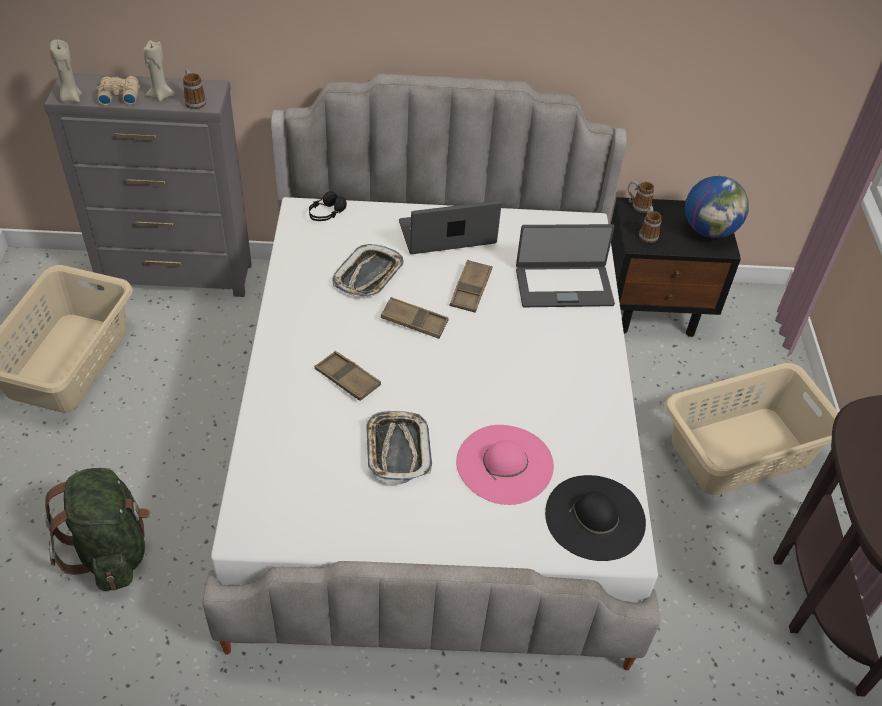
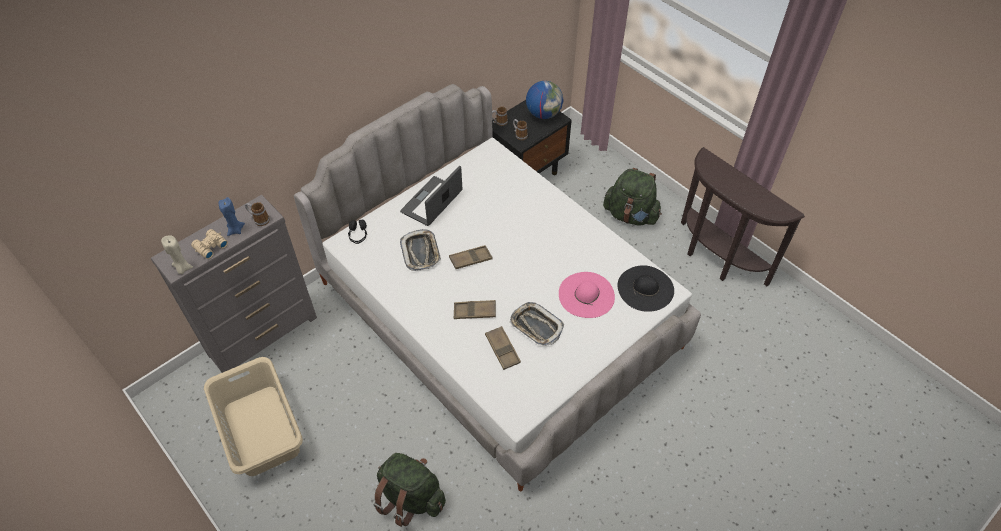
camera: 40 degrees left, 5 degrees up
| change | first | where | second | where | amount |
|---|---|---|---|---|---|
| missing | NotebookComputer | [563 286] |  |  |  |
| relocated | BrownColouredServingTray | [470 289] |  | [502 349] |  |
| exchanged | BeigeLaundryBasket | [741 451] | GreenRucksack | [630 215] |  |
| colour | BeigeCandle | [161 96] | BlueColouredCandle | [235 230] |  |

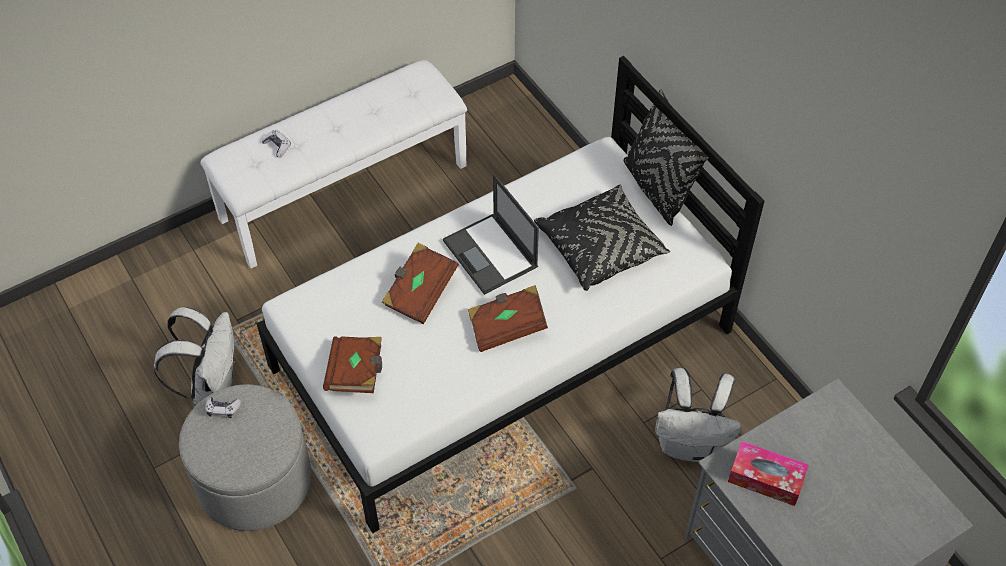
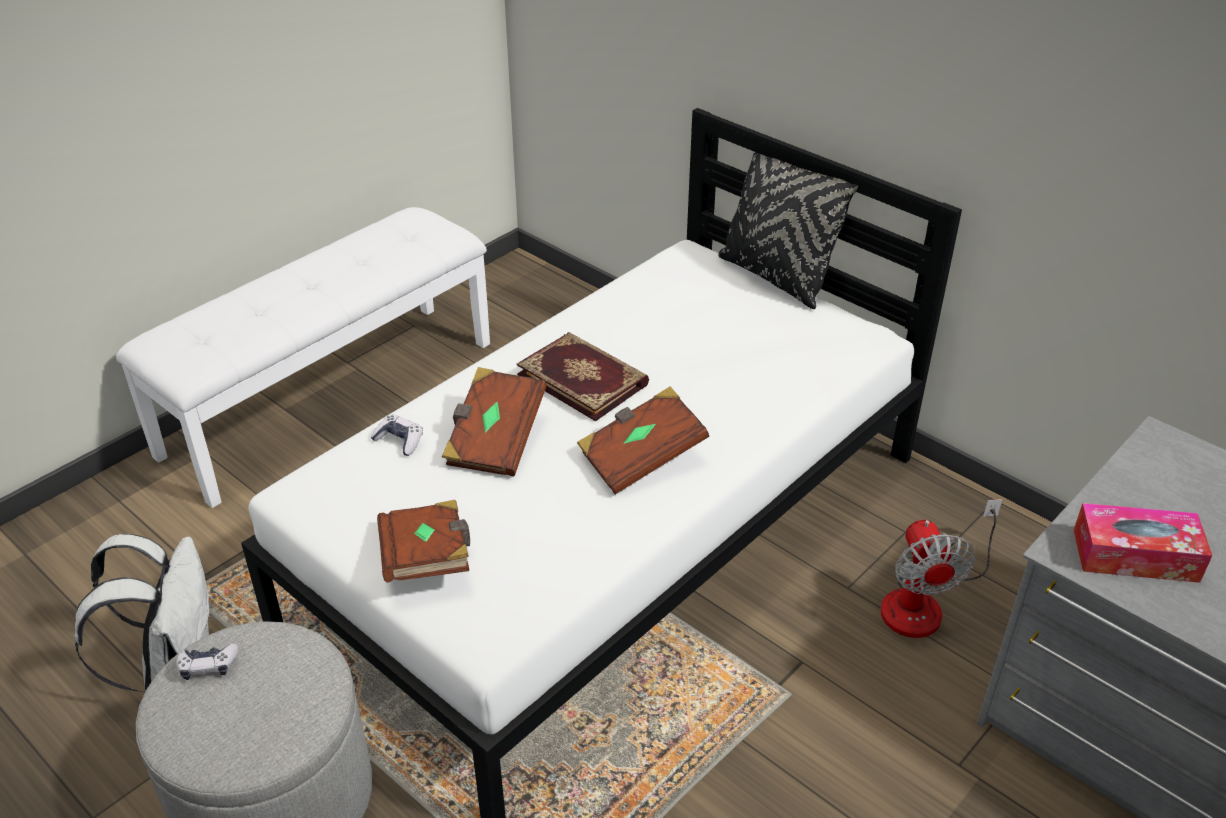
camera: 15 degrees left, 15 degrees down
| change | first | where | second | where | amount |
|---|---|---|---|---|---|
| missing | BlackCushion | [600 247] |  |  |  |
| relocated | GameController | [277 146] |  | [399 441] |  |
| exchanged | NotebookComputer | [491 254] | BoundBook | [584 378] |  |
| exchanged | WhiteColouredRucksack | [690 444] | CoolingFan | [924 602] |  |

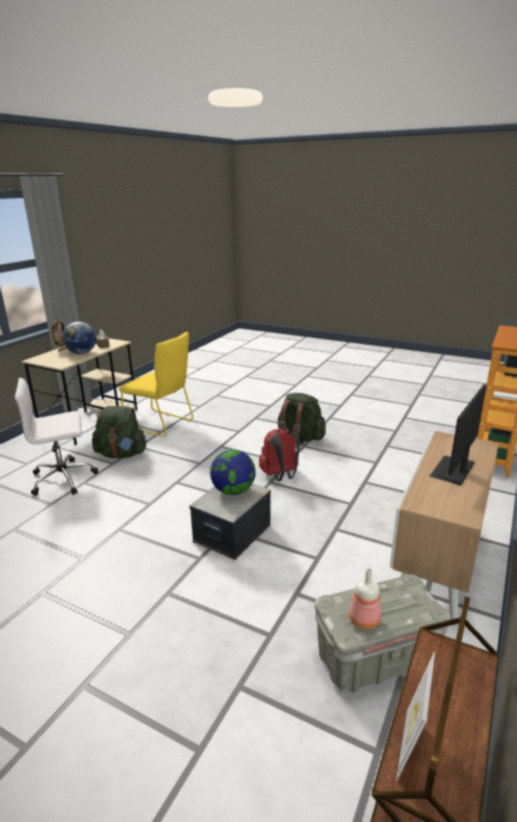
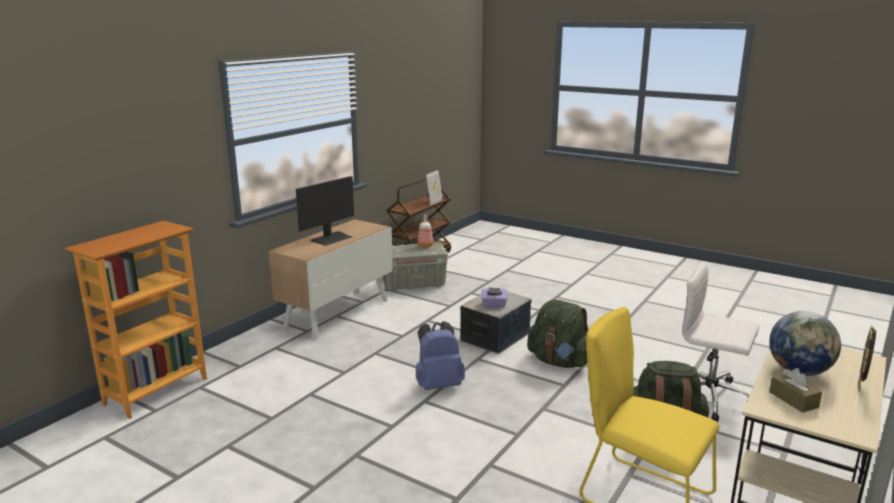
camera: 175 degrees left, 5 degrees down
| change | first | where | second | where | amount |
|---|---|---|---|---|---|
| relocated | GreenRucksack | [300 438] |  | [559 362] |  |
| exchanged | WorldGlobe | [233 491] | PurpleColouredBoxOfTissues | [494 305] |  |
| colour | ReddishRucksack | [280 476] | BlueColouredRucksack | [438 385] |  |
| spun | WhiteColouredDeskChair | [64 478] |  | [710 398] | 135 degrees counterclockwise |

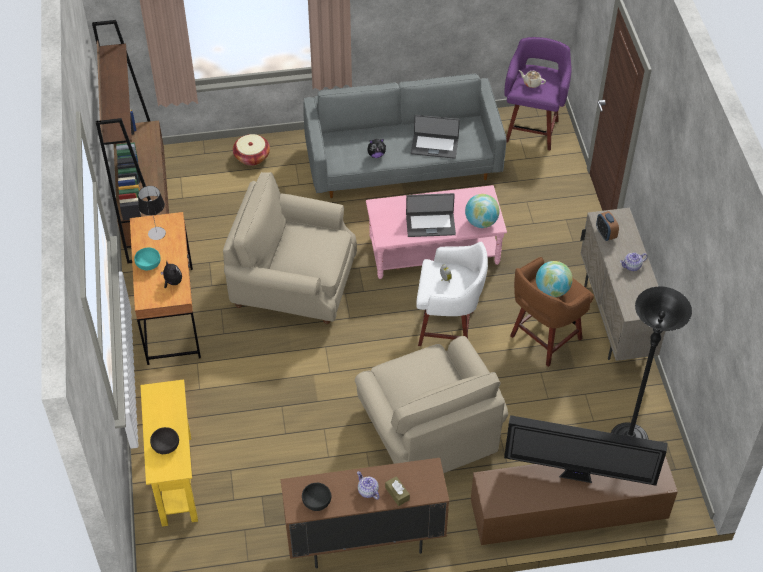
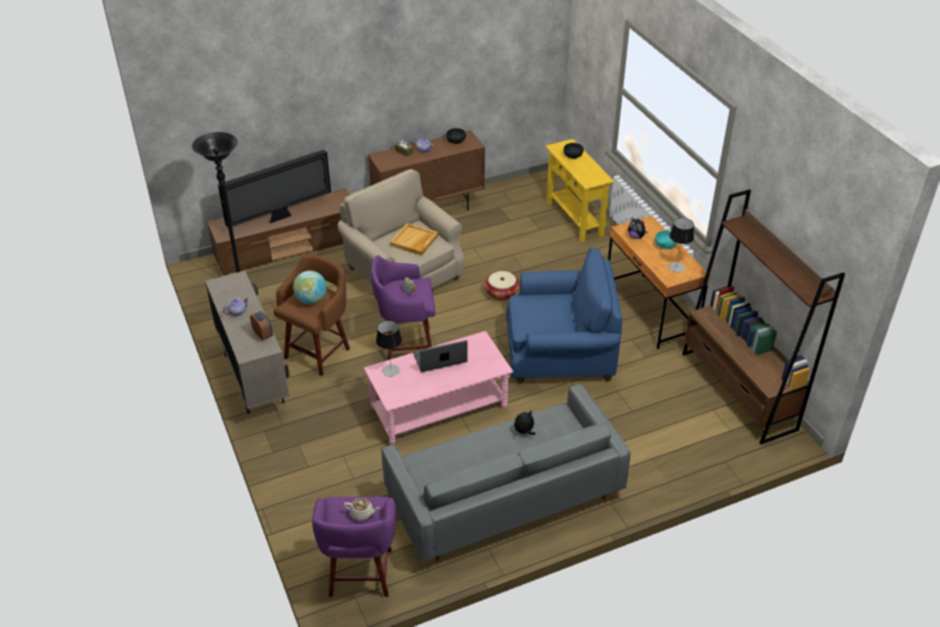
camera: 165 degrees right, 10 degrees down
| change | first | where | second | where | amount |
|---|---|---|---|---|---|
| missing | NotebookComputer | [434 146] |  |  |  |
| appeared |  |  | BeigeServingTray | [414 241] |  |
| relocated | StorageBasket | [252 157] |  | [501 293] |  |
| exchanged | WorldGlobe | [481 222] | TableLamp | [391 370] |  |
| colour | BeigeArmchair | [293 283] | BlueColouredArmchair | [560 354] |  |
| colour | WhiteColouredSittingStool | [448 328] | PurpleColouredSittingStool | [406 344] |  |
| spun | Television | [578 476] |  | [280 217] | 150 degrees clockwise |

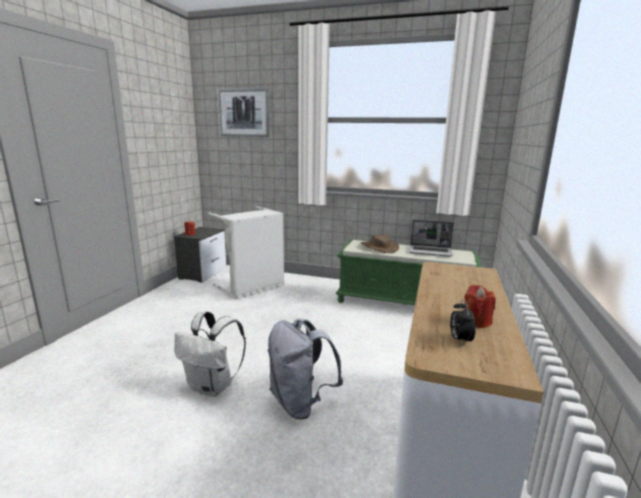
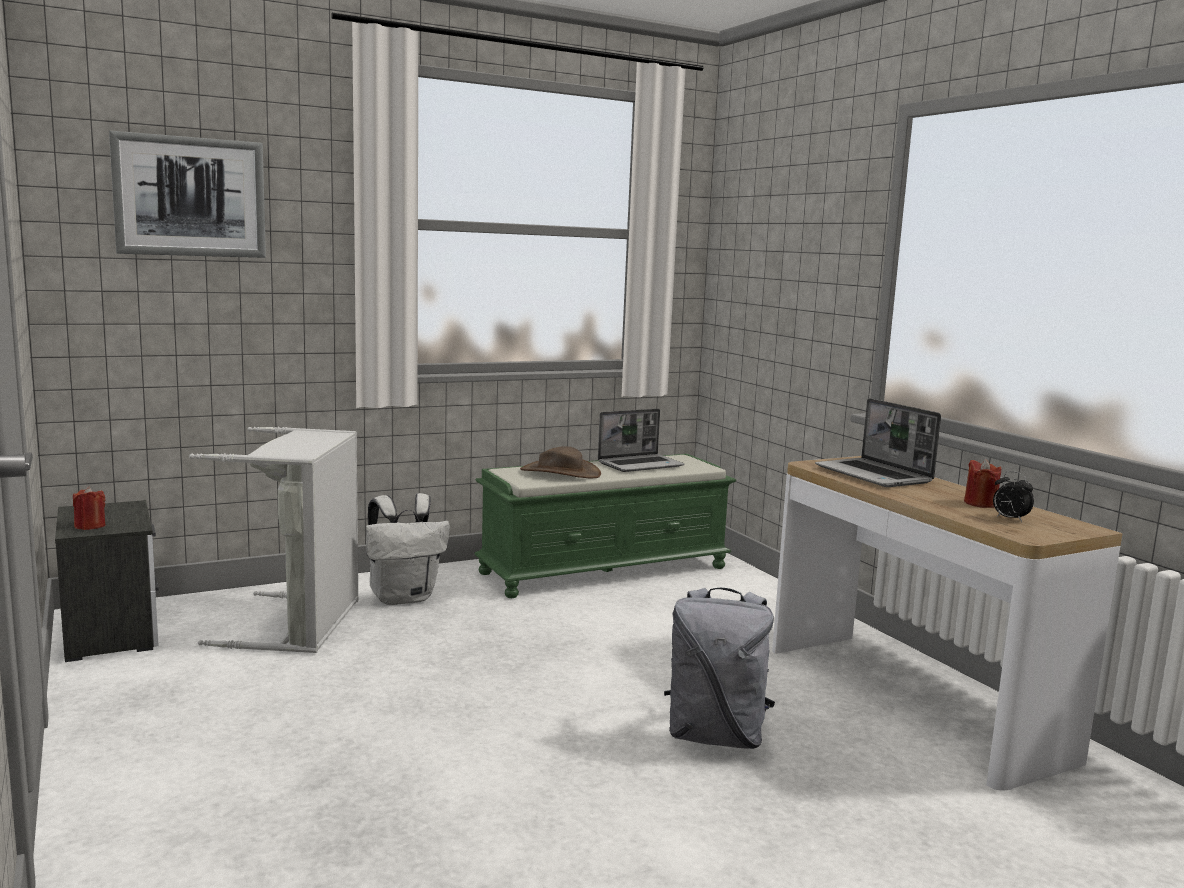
camera: 45 degrees left, 5 degrees down
| change | first | where | second | where | amount |
|---|---|---|---|---|---|
| appeared |  |  | NotebookComputer | [874 475] |  |
| relocated | WhiteColouredRucksack | [212 386] |  | [404 597] |  |

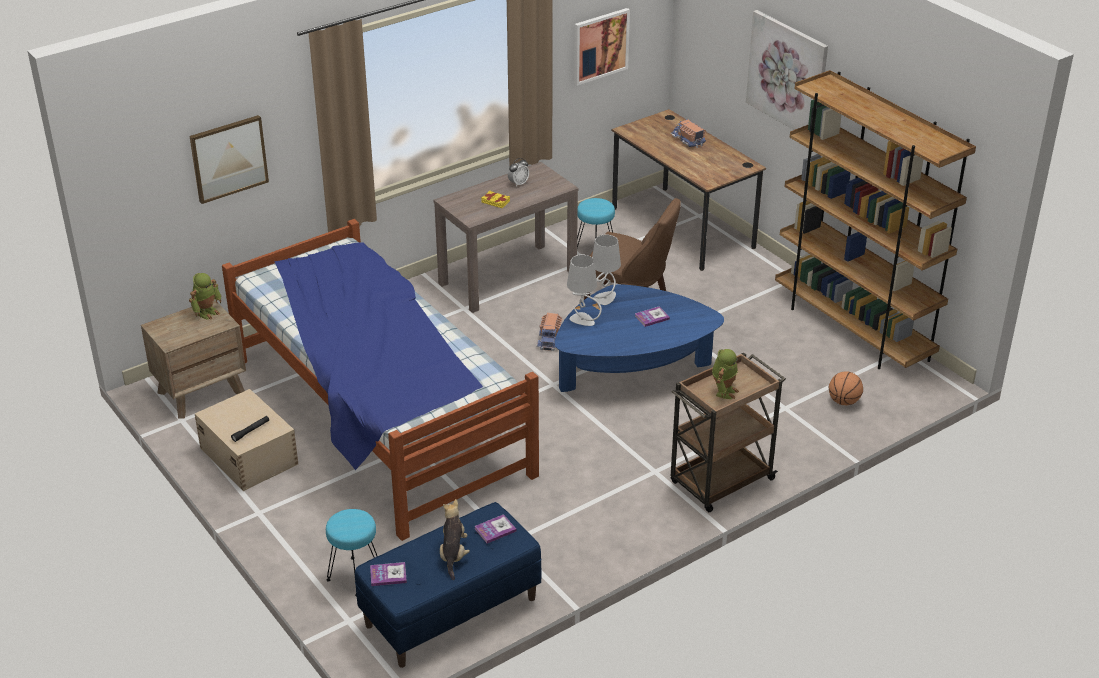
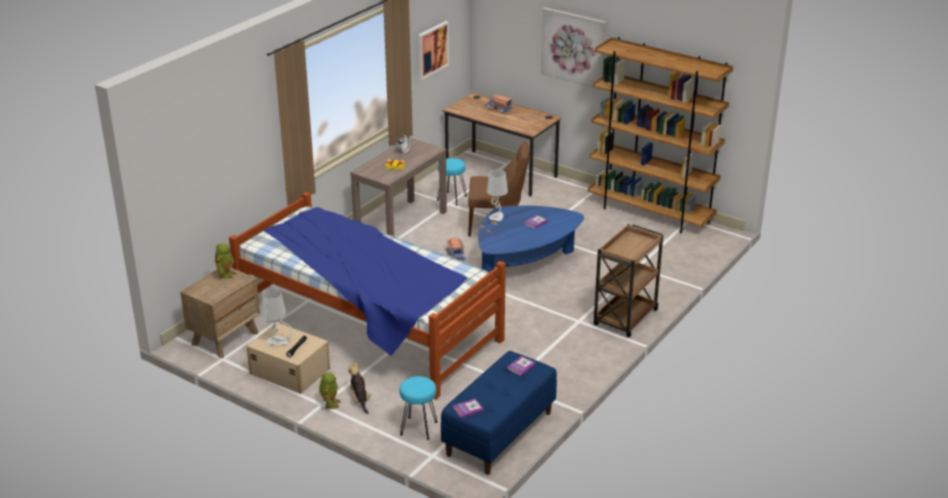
camera: 20 degrees left, 5 degrees down
| change | first | where | second | where | amount |
|---|---|---|---|---|---|
| missing | WallPicture | [228 158] |  |  |  |
| missing | BasketballBall | [844 401] |  |  |  |
| relocated | CuddlyToy | [453 555] |  | [360 399] |  |
| relocated | GrayTableLamp | [583 320] |  | [277 341] |  |
| relocated | ToyRobot | [724 391] |  | [330 403] |  |

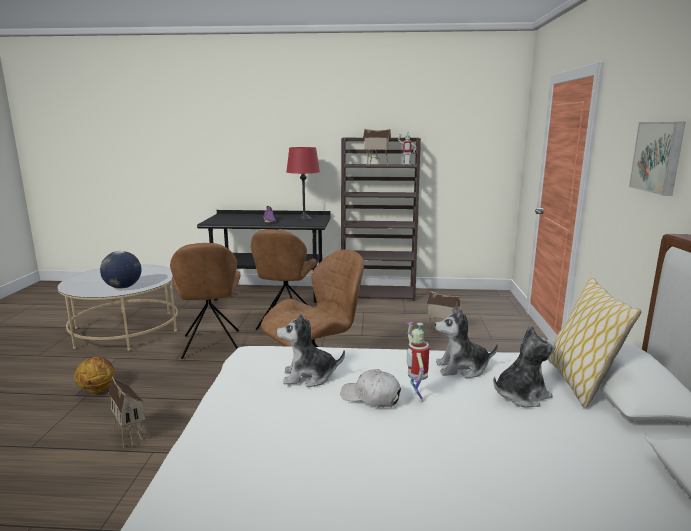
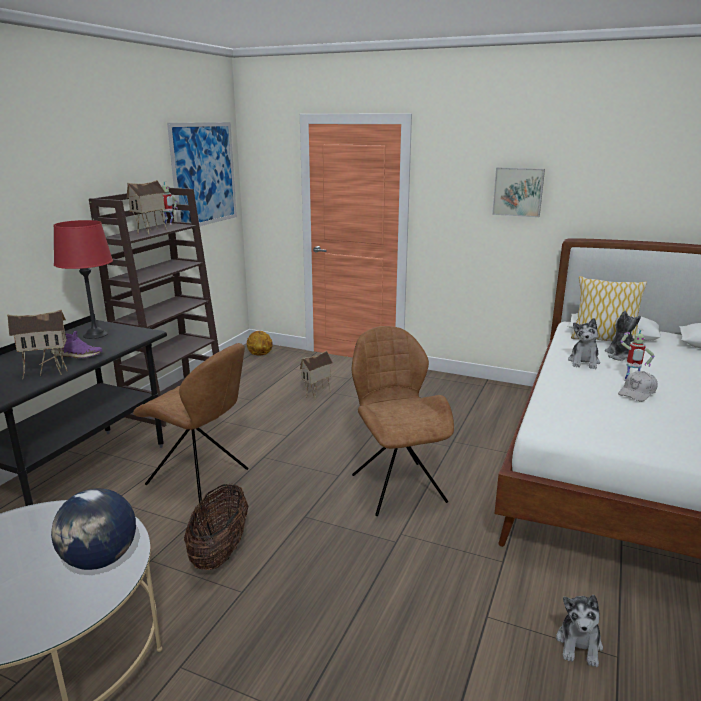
camera: 70 degrees left, 5 degrees up
| change | first | where | second | where | amount |
|---|---|---|---|---|---|
| appeared |  |  | WallPicture | [204 174] |  |
| relocated | BasketballBall | [97 390] |  | [259 354] |  |
| relocated | ToyHouse | [130 437] |  | [47 372] |  |
| relocated | CuddlyToy | [309 376] |  | [579 644] |  |
| exchanged | BrownColouredChair | [211 345] | StorageBasket | [220 551] |  |

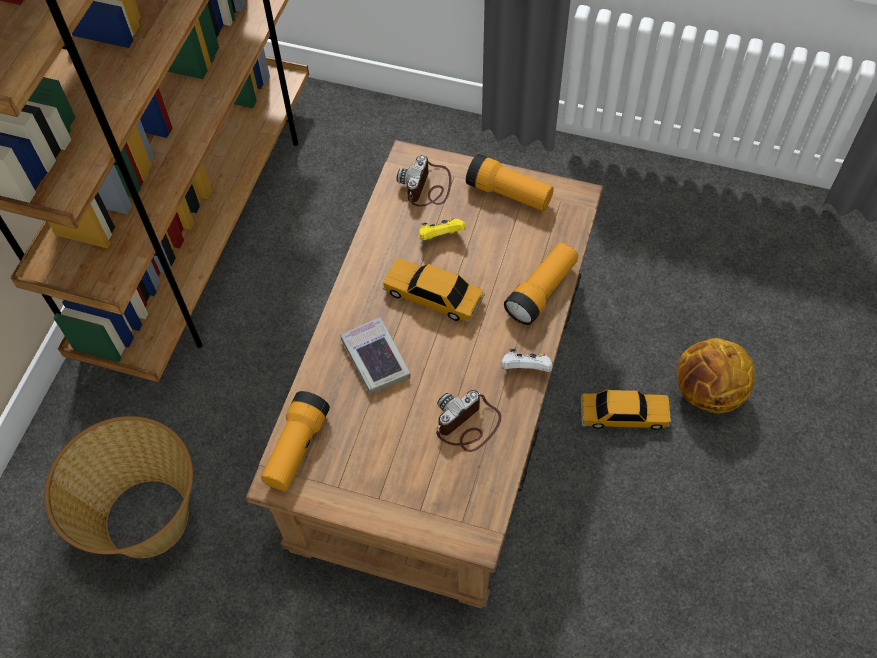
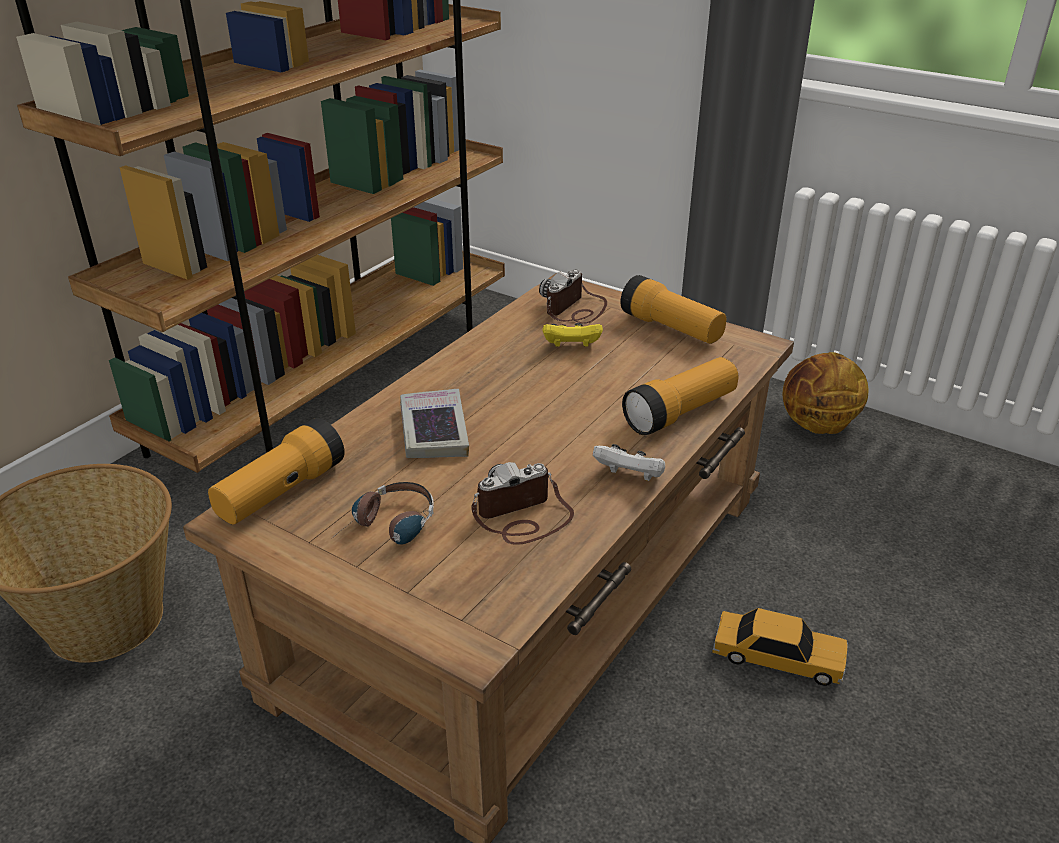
camera: 15 degrees right, 25 degrees down
| change | first | where | second | where | amount |
|---|---|---|---|---|---|
| missing | ModelCar | [433 296] |  |  |  |
| appeared |  |  | Headset | [388 529] |  |
| relocated | BasketballBall | [708 392] |  | [817 426] |  |

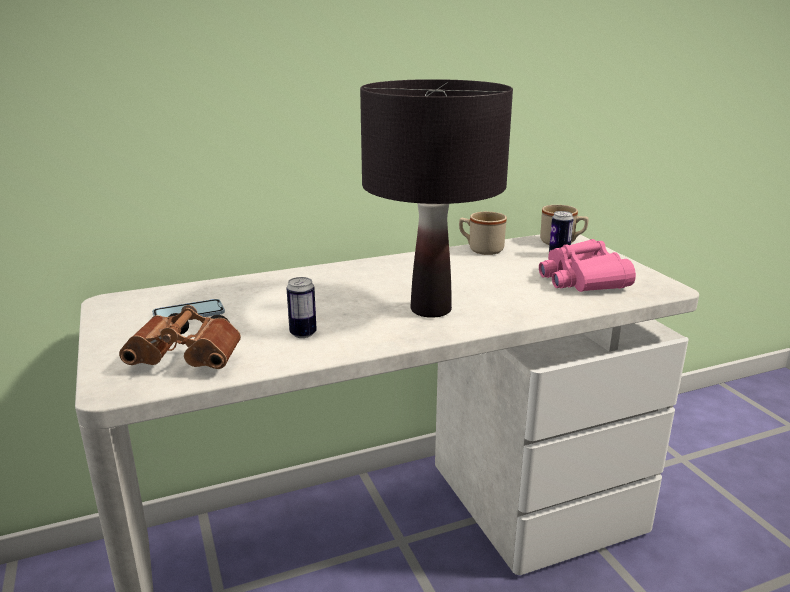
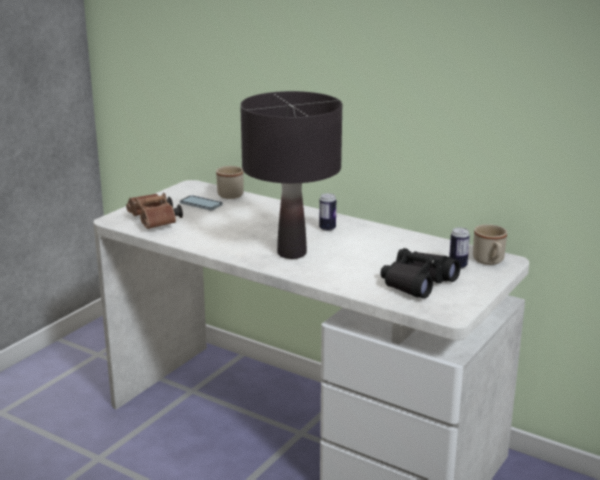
camera: 55 degrees right, 0 degrees up
| change | first | where | second | where | amount |
|---|---|---|---|---|---|
| relocated | Can | [303 333] |  | [327 228] |  |
| relocated | BeigeMug | [480 249] |  | [229 193] |  |
| colour | PinkColouredBinoculars | [581 279] | BlackBinoculars | [417 283] |  |

